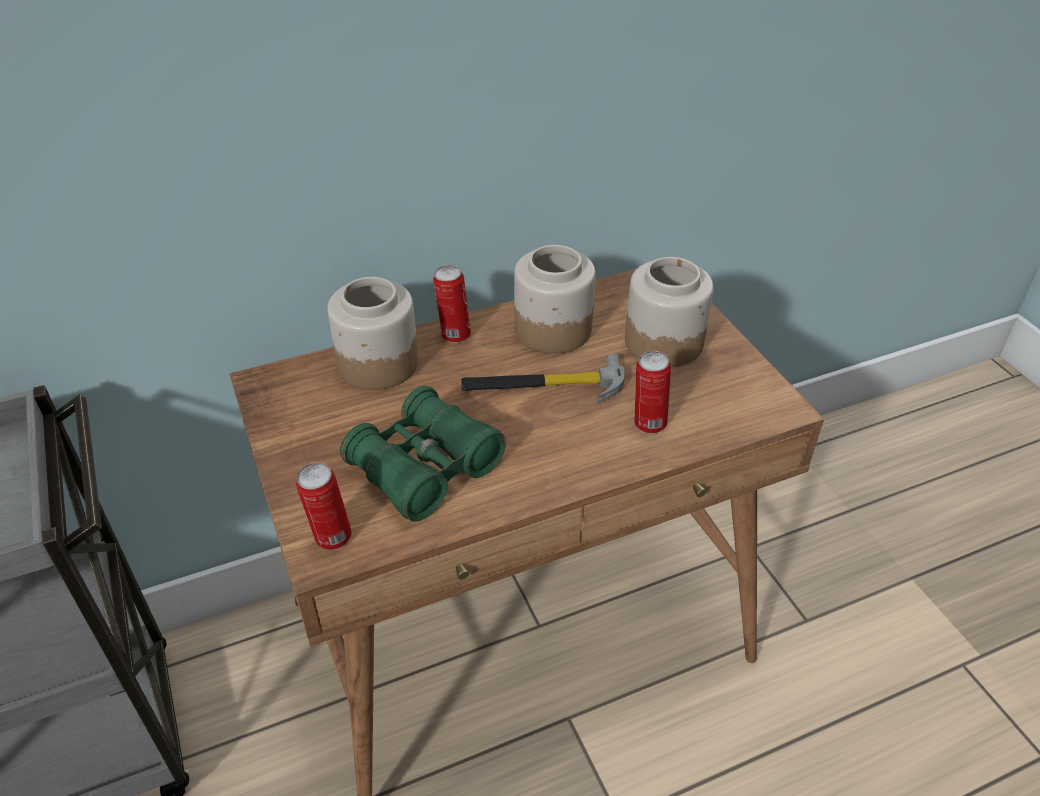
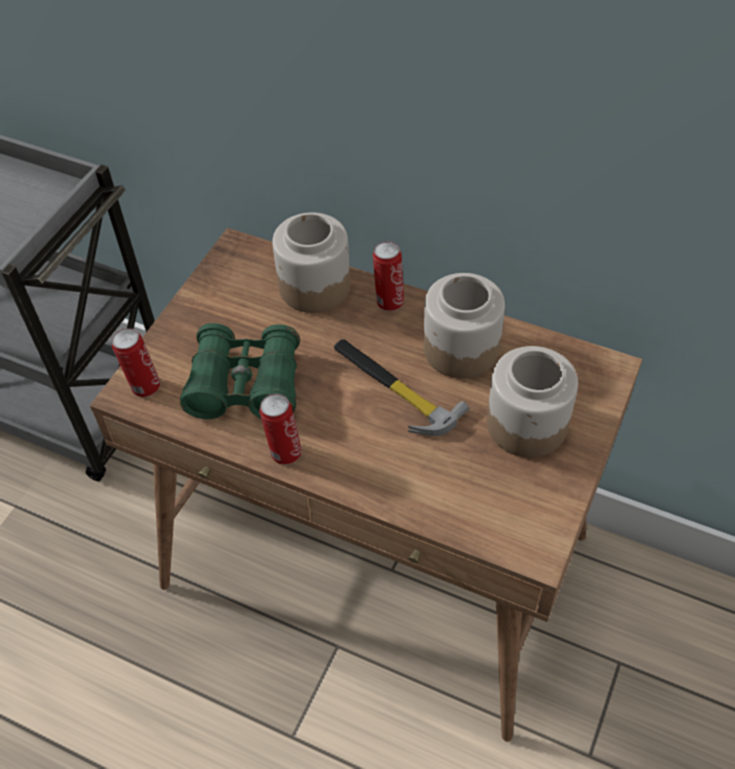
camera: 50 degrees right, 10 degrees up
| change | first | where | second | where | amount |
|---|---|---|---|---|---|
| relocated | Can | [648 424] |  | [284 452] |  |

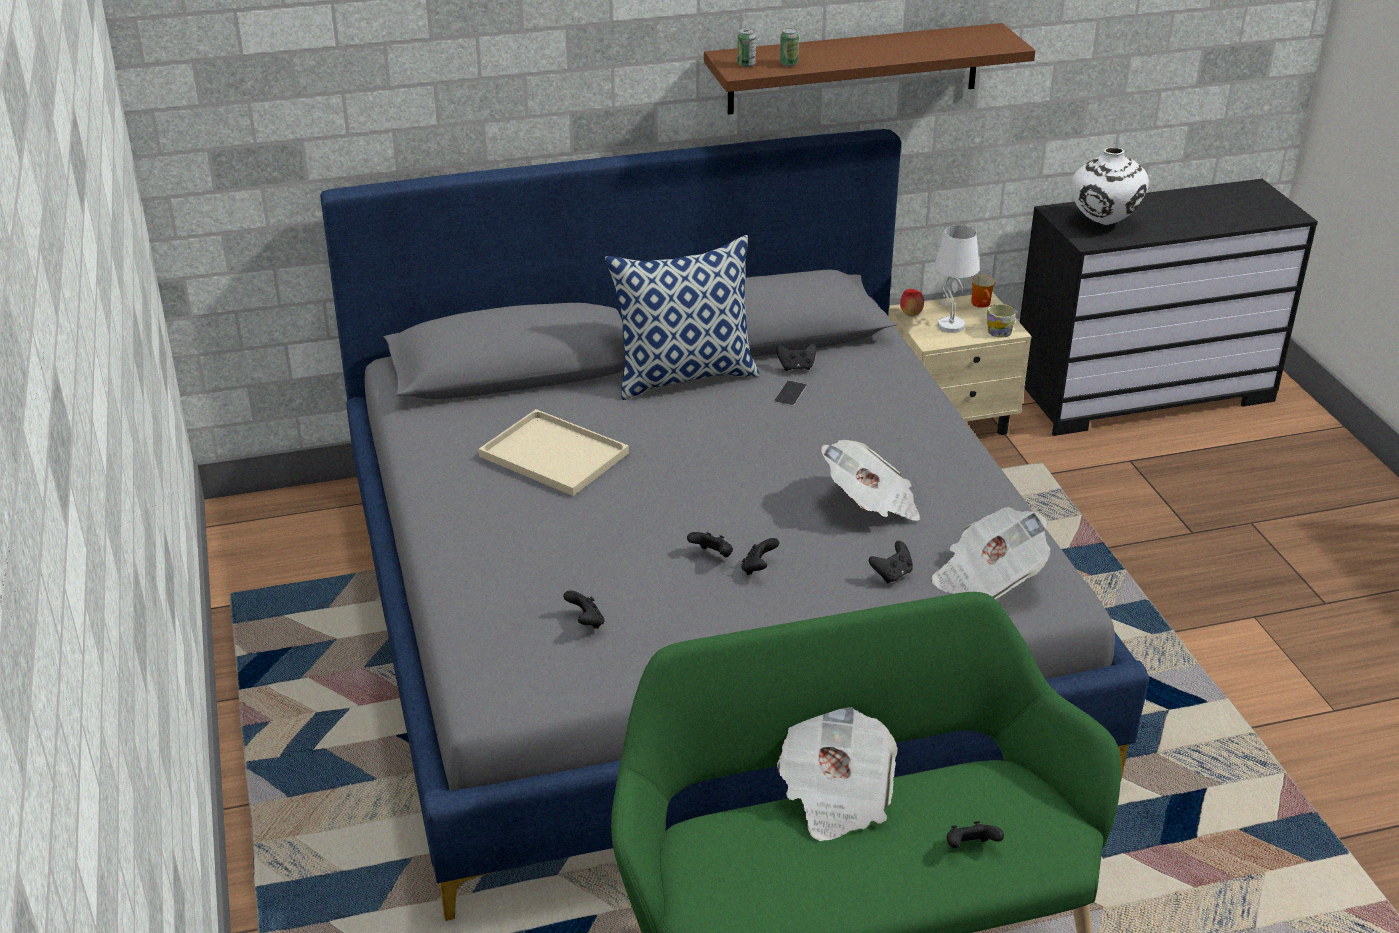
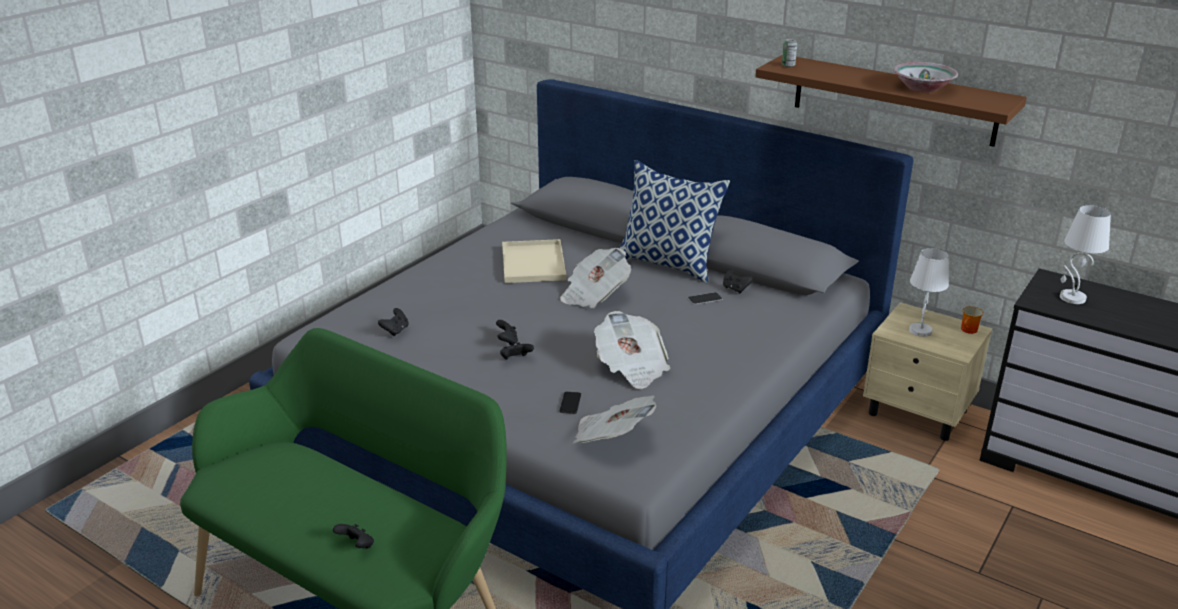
camera: 50 degrees right, 5 degrees down
| change | first | where | second | where | amount |
|---|---|---|---|---|---|
| missing | Can | [788 64] |  |  |  |
| missing | Apple | [911 314] |  |  |  |
| missing | Mug | [1002 331] |  |  |  |
| appeared |  |  | Bowl | [922 88] |  |
| relocated | DailyPaper | [835 796] |  | [594 295] |  |
| exchanged | BlackGameController | [892 574] | Phone | [570 403] |  |
| exchanged | WhiteColouredVase | [1103 223] | WhiteColouredTableLamp | [1071 298] |  |

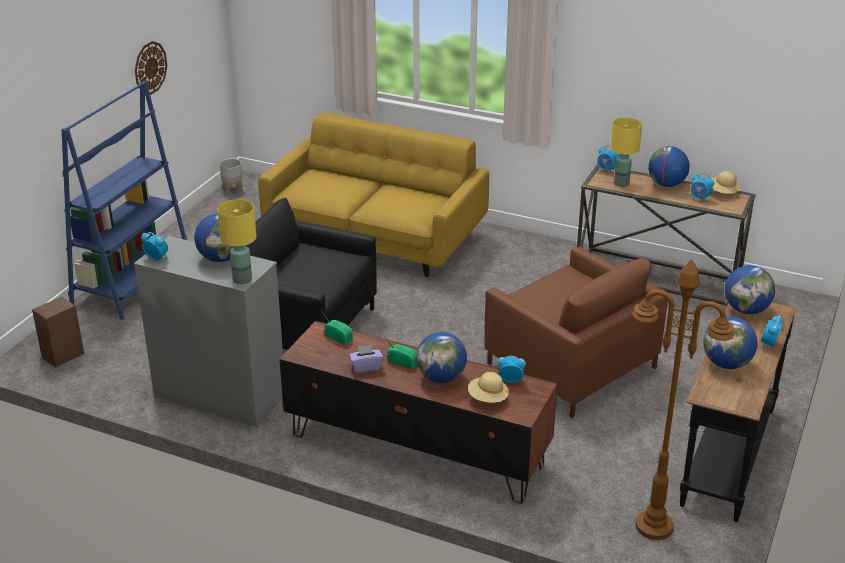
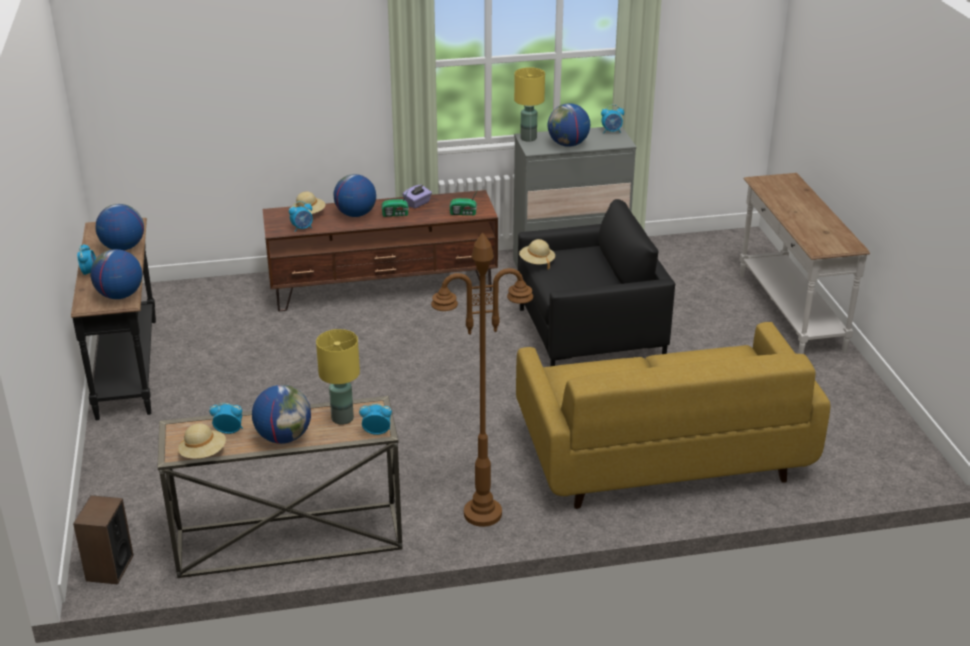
camera: 145 degrees right, 0 degrees up
| change | first | where | second | where | amount |
|---|---|---|---|---|---|
| missing | WallClock | [150 67] |  |  |  |
| missing | GrayPlanter | [232 189] |  |  |  |
| missing | BrownColouredArmchair | [571 365] |  |  |  |
| appeared |  |  | BeigeClothingHat | [537 262] |  |
| relocated | Loudspeaker | [63 355] |  | [109 568] |  |
| relocated | BrownColouredFloorLamp | [655 526] |  | [482 514] |  |
| exchanged | BlueColouredShelvingUnit | [133 284] | WhiteColouredHallTable | [788 312] |  |

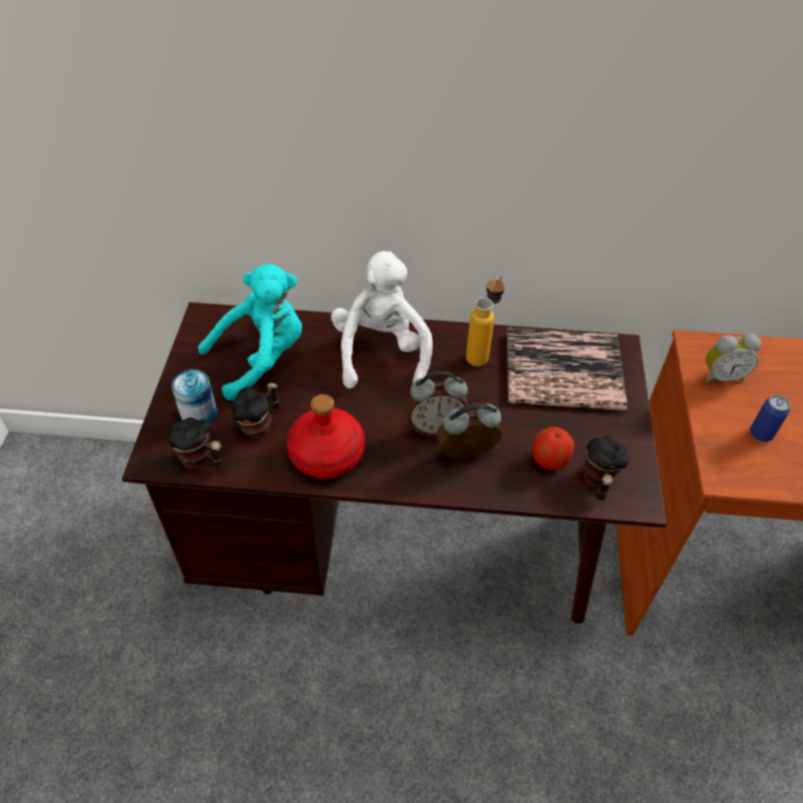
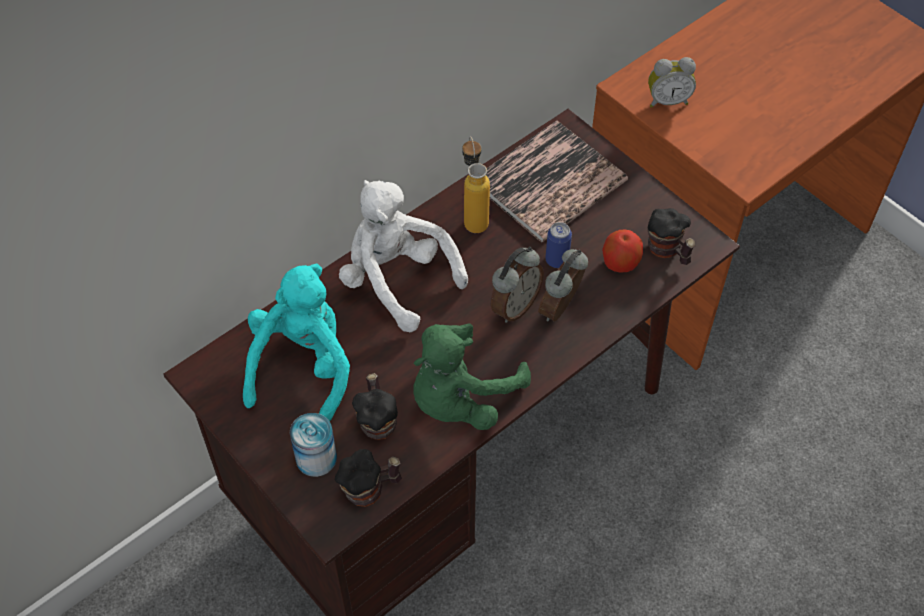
camera: 45 degrees left, 5 degrees up
| change | first | where | second | where | amount |
|---|---|---|---|---|---|
| relocated | Can | [761 434] |  | [557 260] |  |
| exchanged | ReddishDrinkBottle | [326 454] | GreenCuddlyToy | [460 398] |  |
| spun | TableClock | [721 376] |  | [667 100] | 45 degrees clockwise |

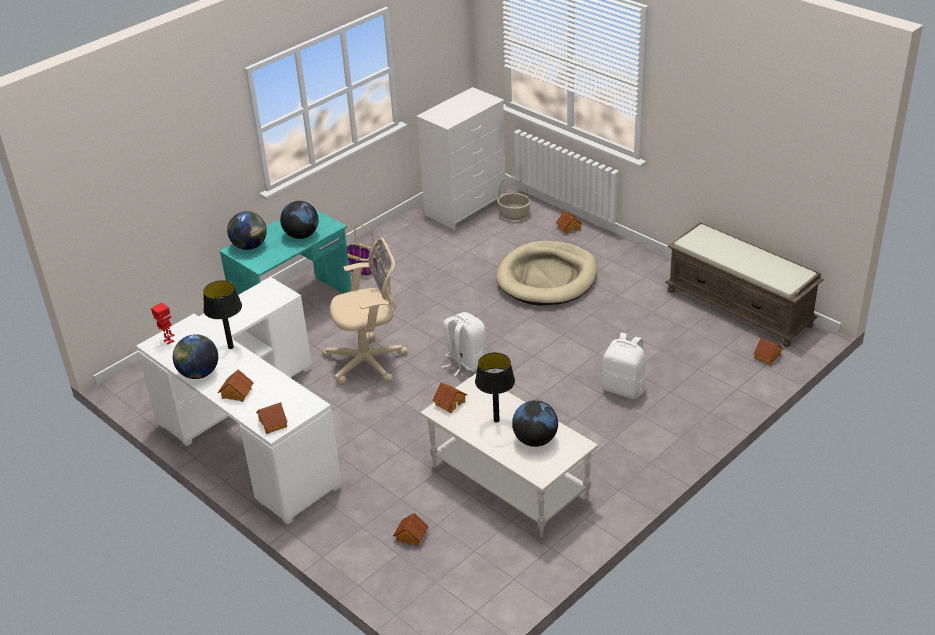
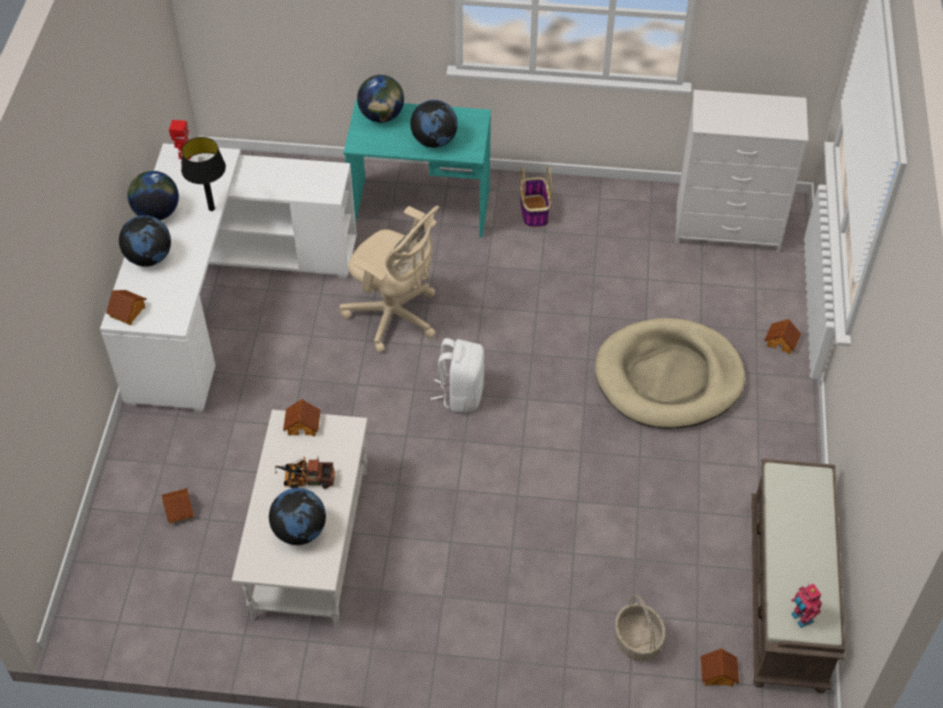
camera: 50 degrees right, 15 degrees up
| change | first | where | second | where | amount |
|---|---|---|---|---|---|
| missing | WhiteColouredRucksack | [624 388] |  |  |  |
| appeared |  |  | ToyRobot | [801 618] |  |
| relocated | StorageBasket | [514 214] |  | [638 641] |  |
| exchanged | ToyHouse | [236 393] | WorldGlobe | [149 258] |  |
| exchanged | BlackTableLamp | [496 420] | ModelTruck | [305 479] |  |

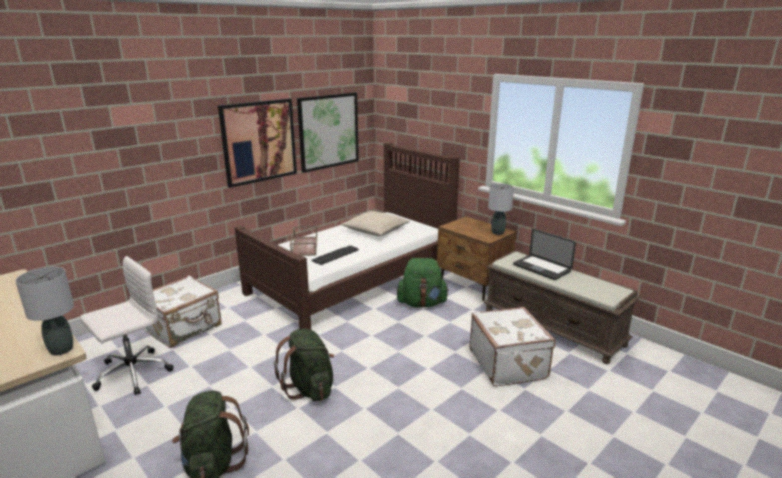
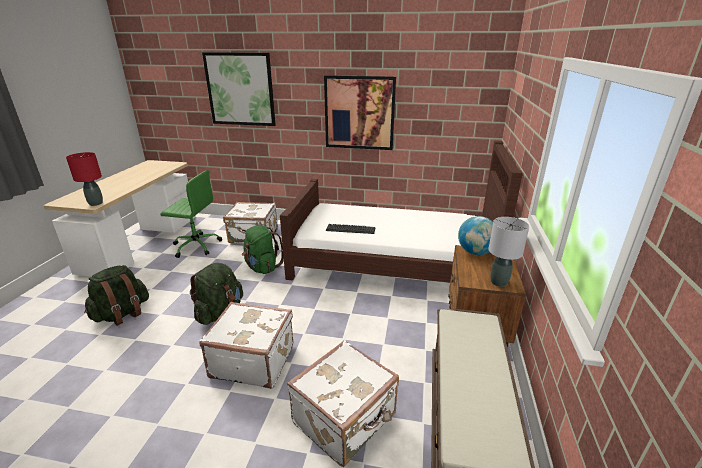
camera: 55 degrees right, 5 degrees up
| change | first | where | second | where | amount |
|---|---|---|---|---|---|
| missing | BrownColouredServingTray | [304 246] |  |  |  |
| missing | BeigeCushion | [375 230] |  |  |  |
| missing | NotebookComputer | [541 268] |  |  |  |
| appeared |  |  | WhiteColouredPieceOfLuggage | [253 360] |  |
| appeared |  |  | WorldGlobe | [475 252] |  |
| relocated | WallPicture | [328 131] |  | [240 89] |  |
| relocated | GreenRucksack | [422 303] |  | [262 267] |  |
| colour | GrayTableLamp | [61 349] | ReddishTableLamp | [96 203] |  |
| colour | WhiteColouredDeskChair | [131 374] | GreenDeskChair | [196 246] |  |

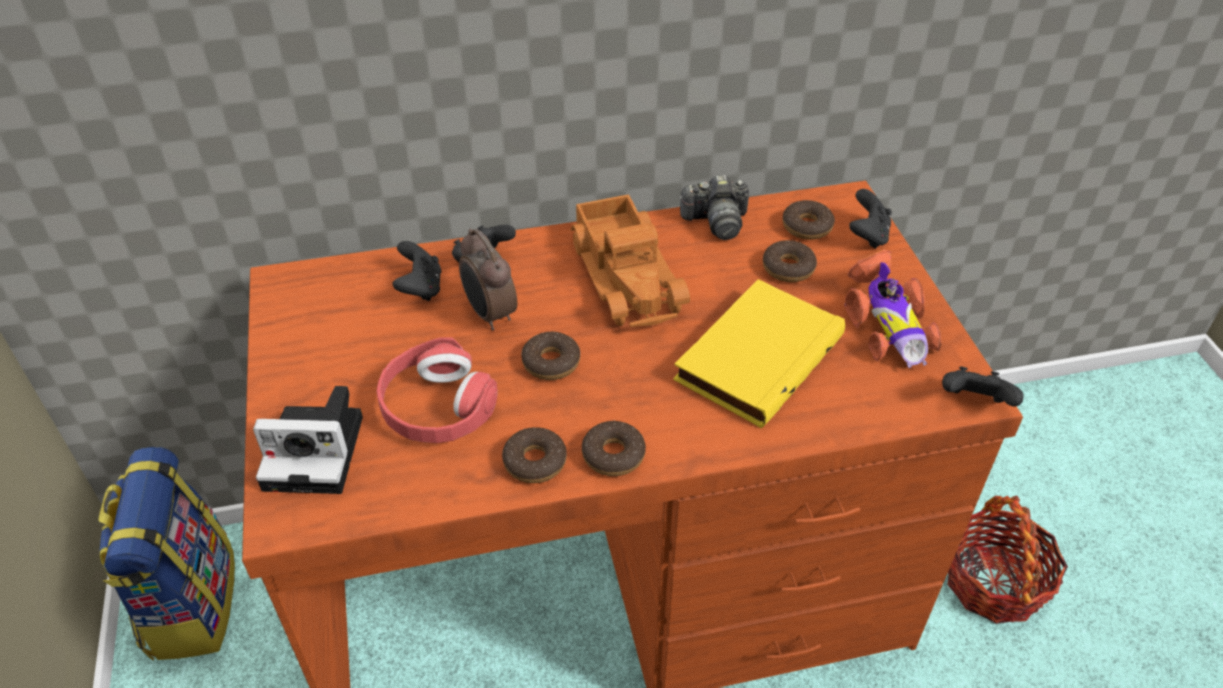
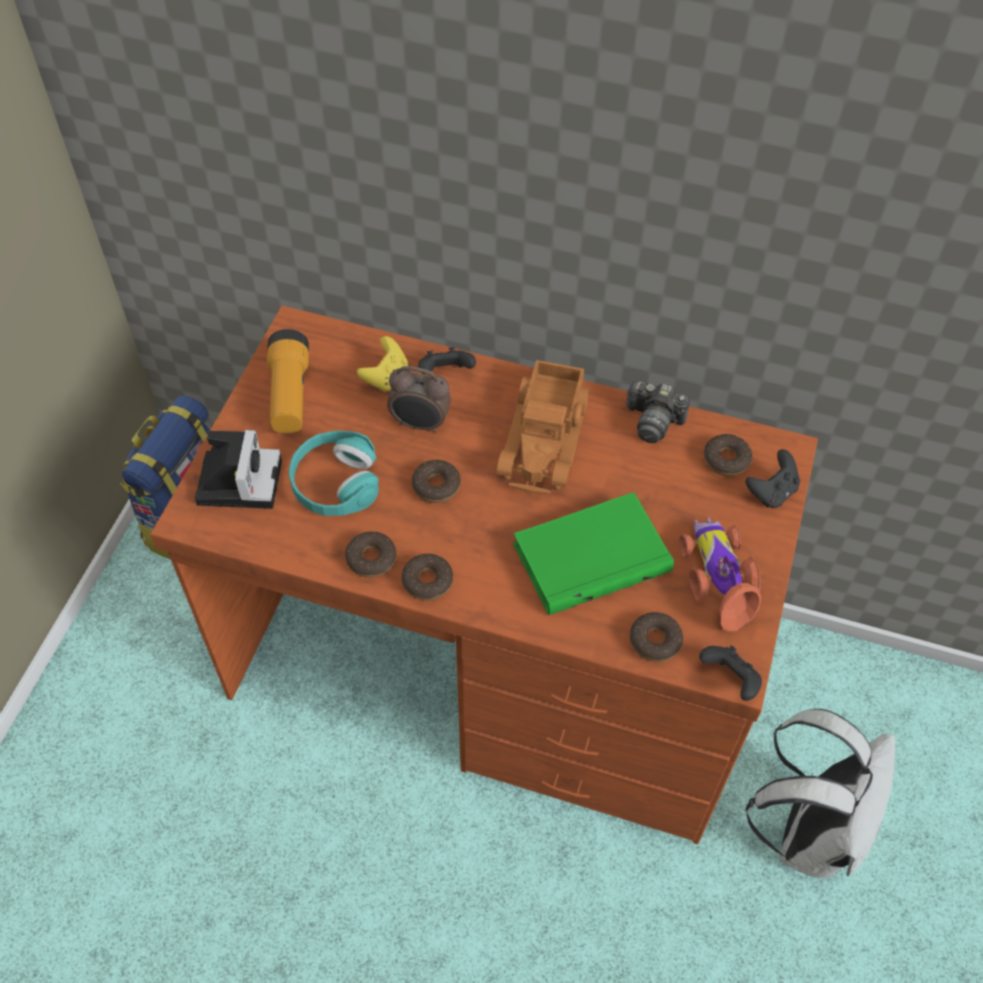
camera: 30 degrees right, 10 degrees up
| change | first | where | second | where | amount |
|---|---|---|---|---|---|
| appeared |  |  | Flashlight | [290 395] |  |
| relocated | RingDoughnut | [788 268] |  | [655 641] |  |
| exchanged | StorageBasket | [993 582] | WhiteColouredRucksack | [808 830] |  |
| colour | ReddishHeadset | [437 406] | TurquoiseColouredHeadset | [335 482] |  |
| colour | BlackGameController | [420 288] | YellowishGameController | [386 378] |  |
| colour | YellowishBoundBook | [756 356] | GreenBoundBook | [591 555] |  |
| spun | PhotoCamera | [319 451] |  | [239 479] | 120 degrees counterclockwise |
| spun | TableClock | [490 314] |  | [420 424] | 75 degrees counterclockwise |
| spun | ModelCar | [886 322] |  | [719 577] | 150 degrees clockwise |

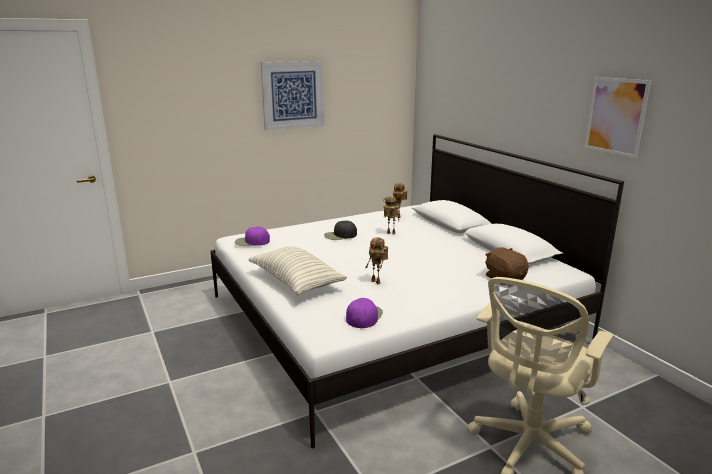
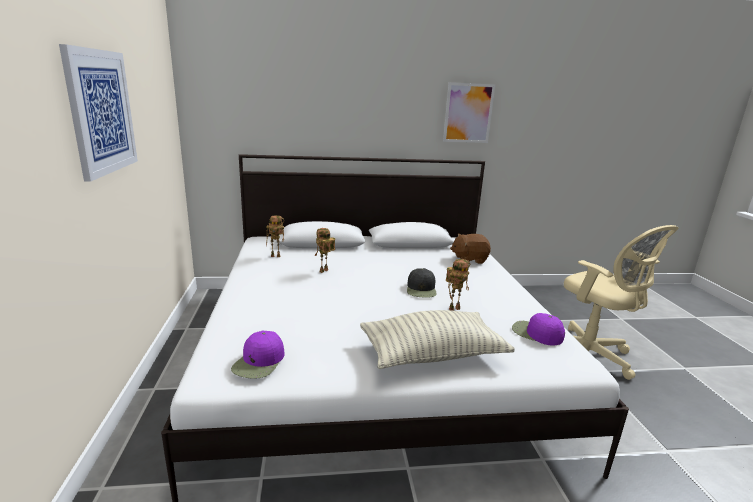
camera: 70 degrees left, 0 degrees up
| change | first | where | second | where | amount |
|---|---|---|---|---|---|
| relocated | BlackCap | [340 235] |  | [421 289] |  |

